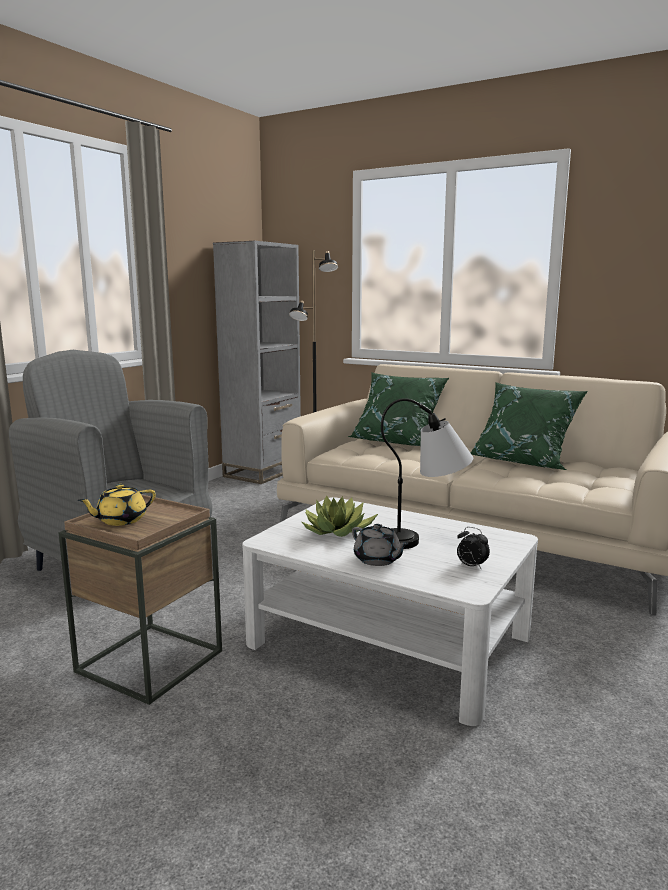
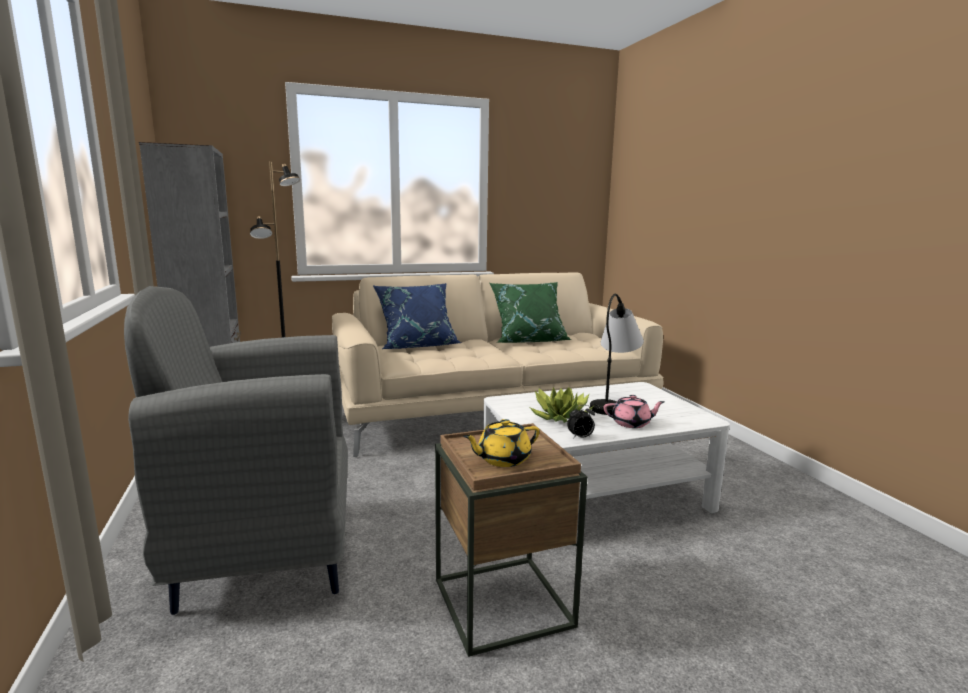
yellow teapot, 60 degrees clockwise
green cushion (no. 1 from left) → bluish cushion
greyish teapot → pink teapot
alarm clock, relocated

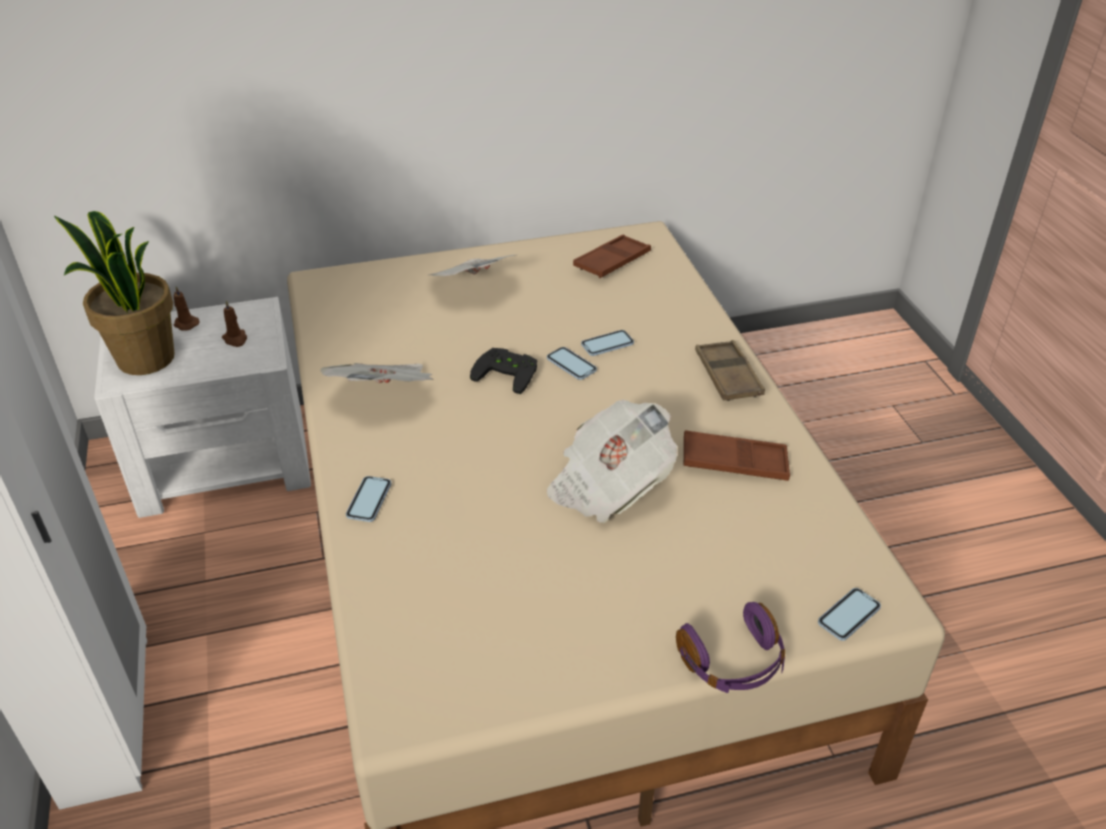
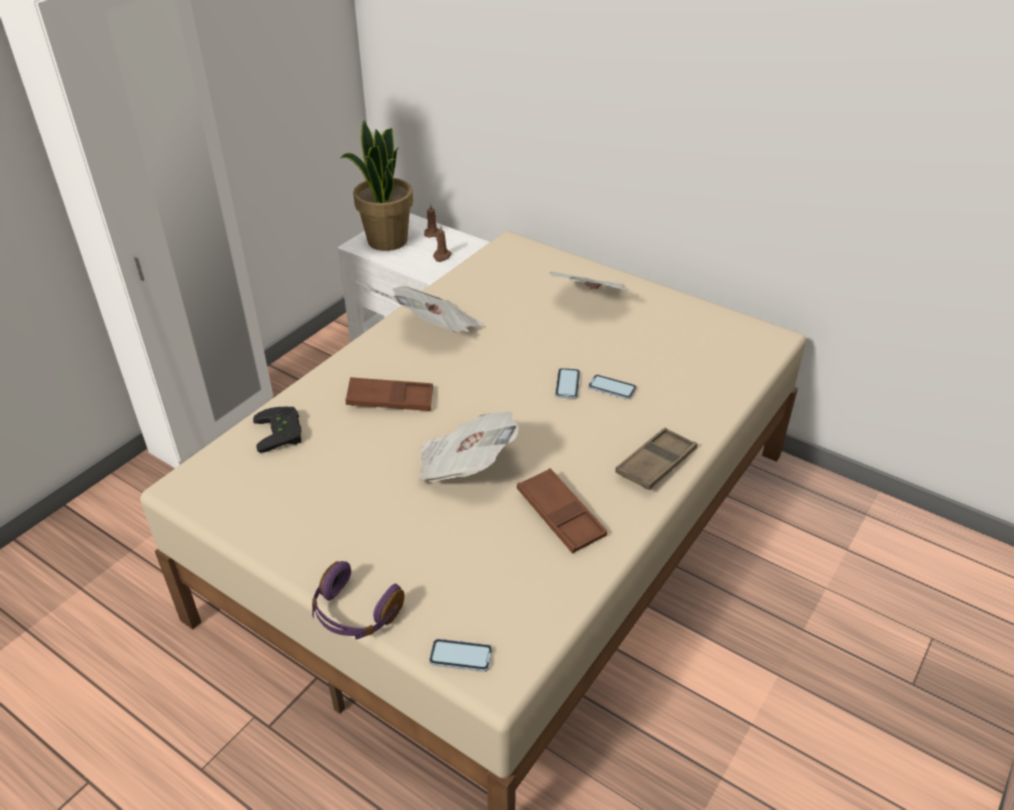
phone (no. 1 from left) → -
blackish game controller, relocated
brown carrying tray (no. 1 from left), relocated

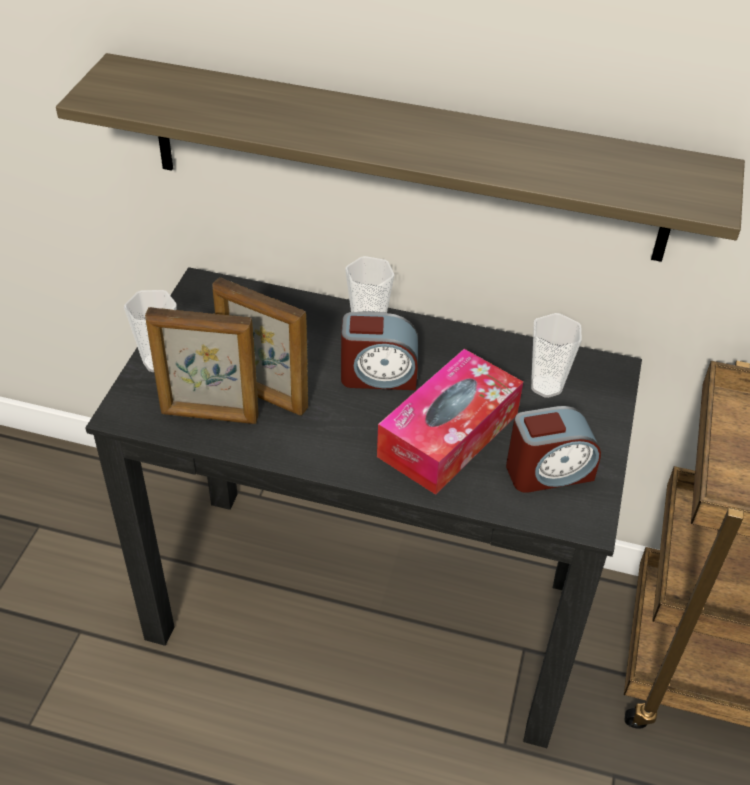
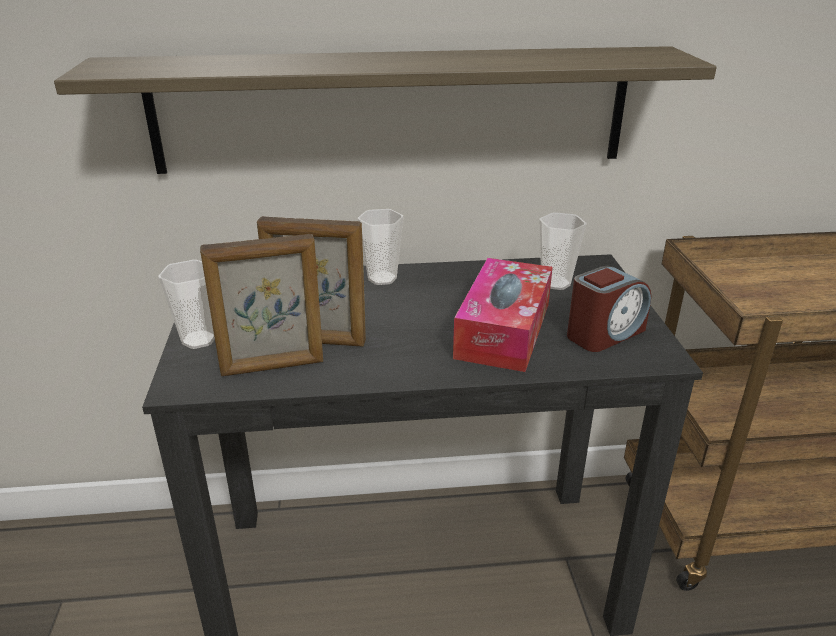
alarm clock (no. 1 from left) → -

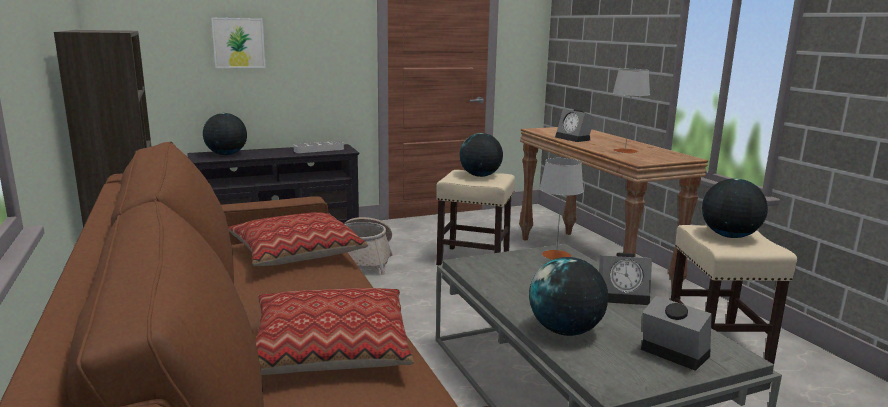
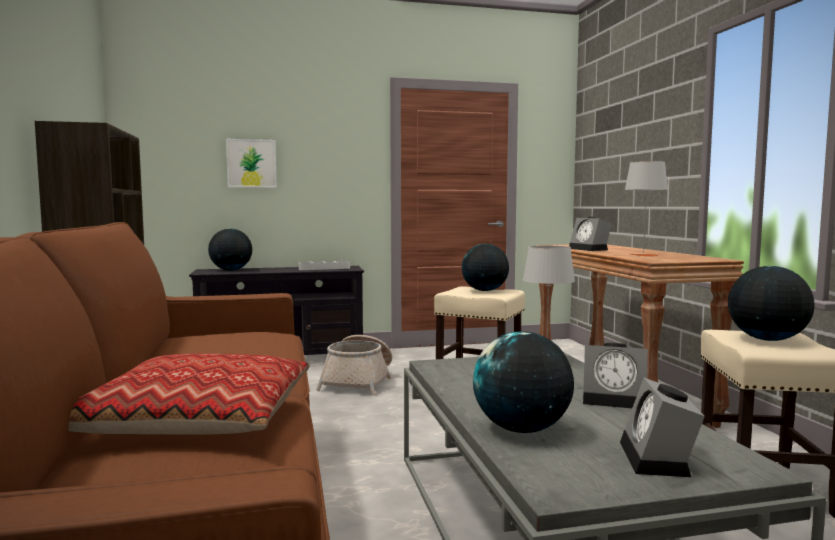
cushion (no. 1 from left) → -
alarm clock (no. 3 from left), 135 degrees counterclockwise

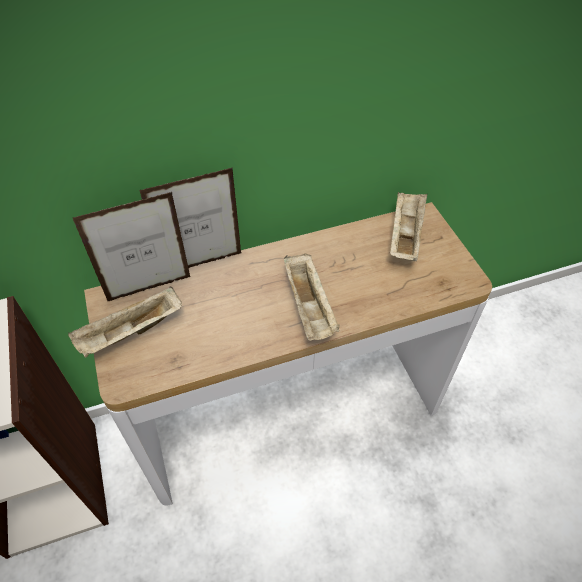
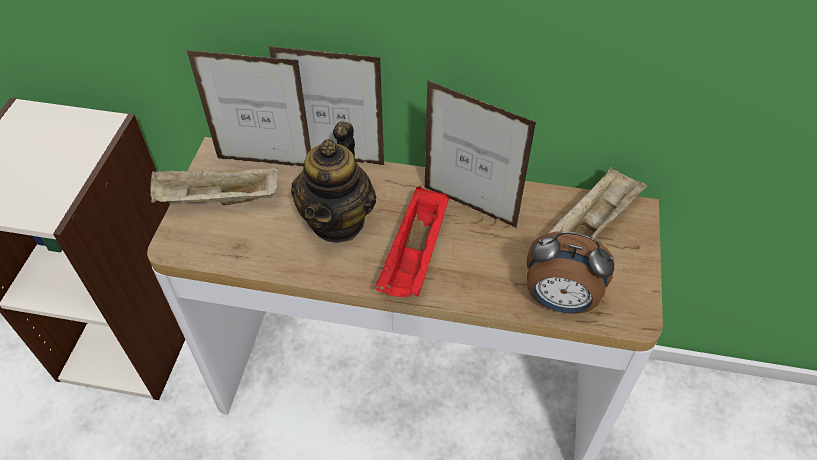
beige-coloured carrying tray (no. 2 from left) → reddish carrying tray
- → teapot
- → photo frame (no. 3 from left)
- → alarm clock

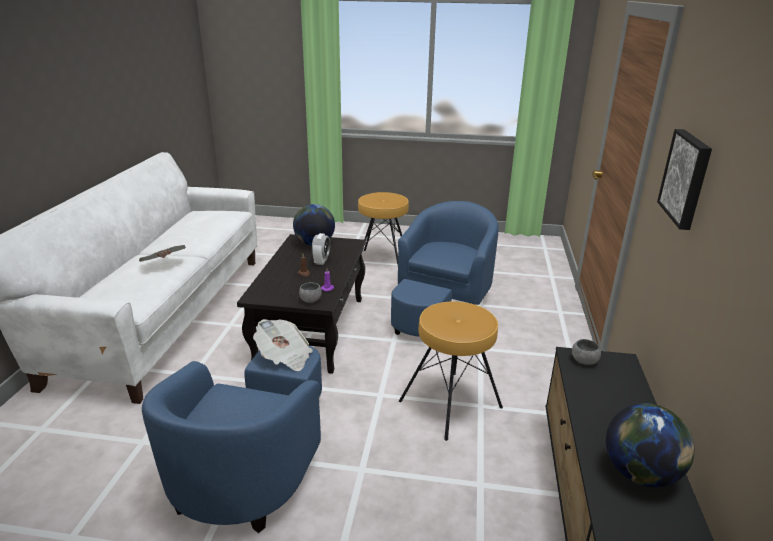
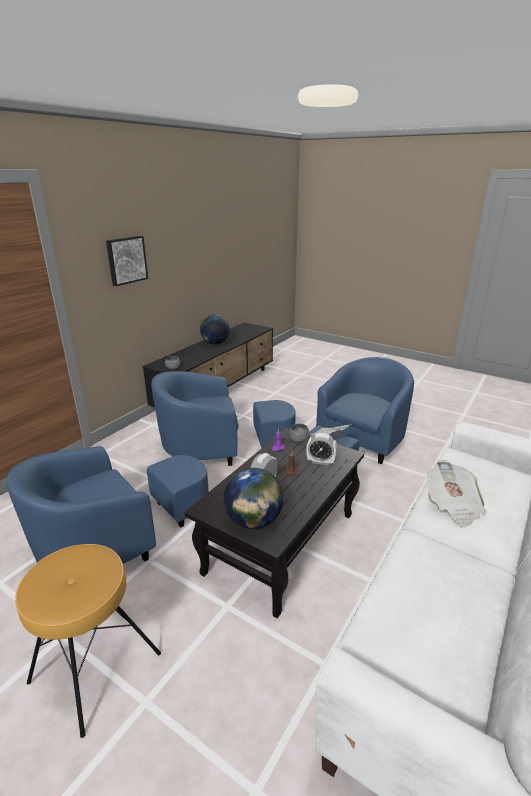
brown sitting stool (no. 2 from left) → bluish lounge chair (no. 2 from left)
- → alarm clock (no. 2 from left)

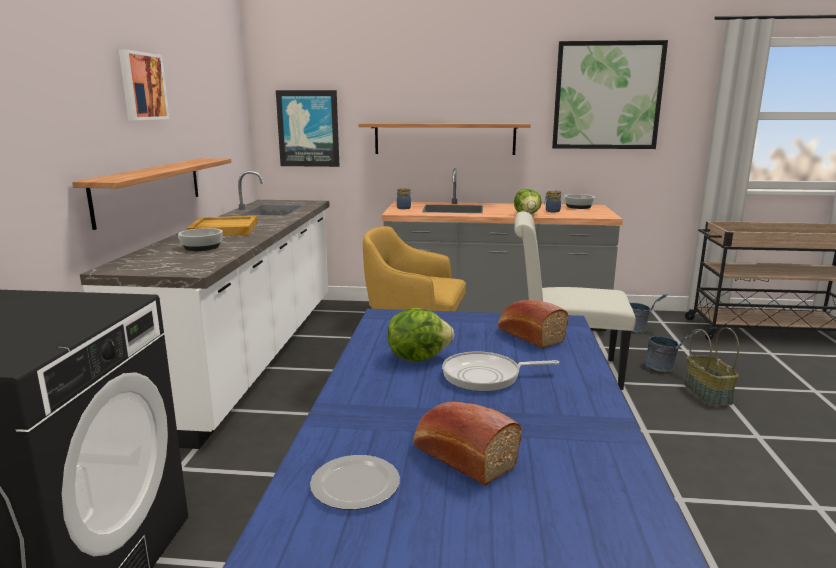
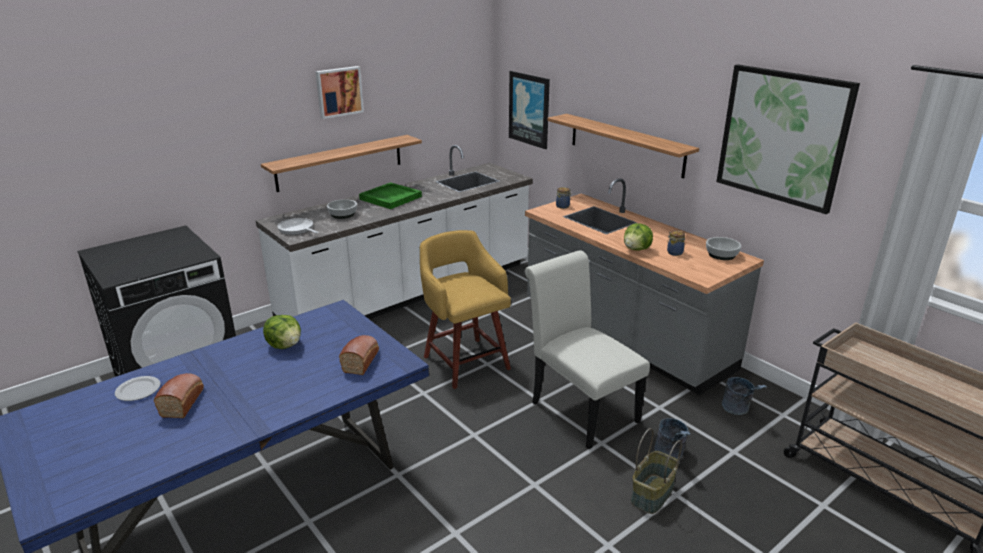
beige-coloured carrying tray → green carrying tray
skillet, relocated

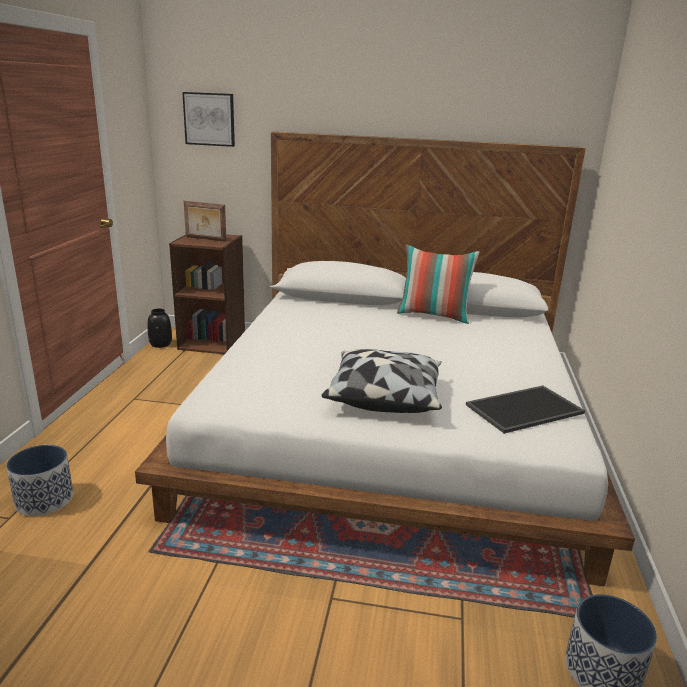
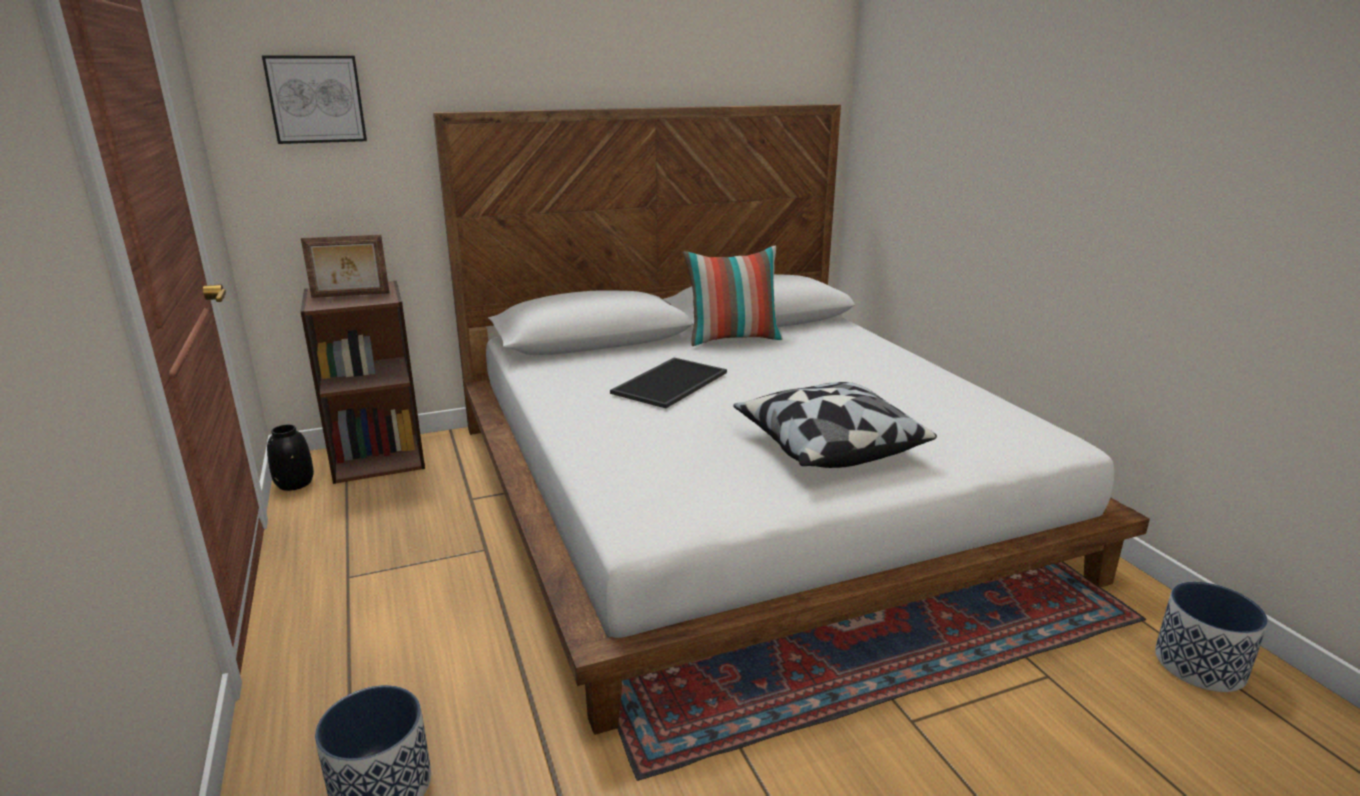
carrying tray, relocated

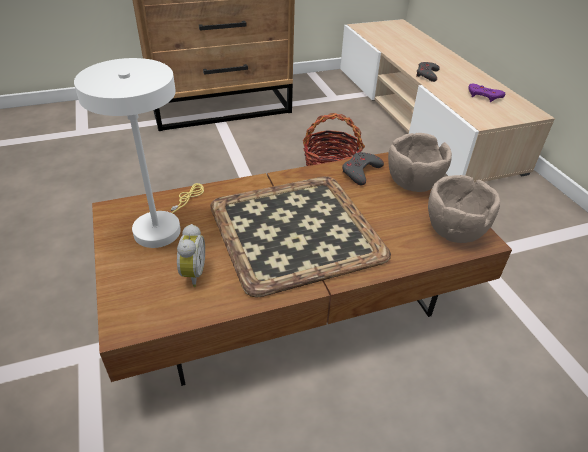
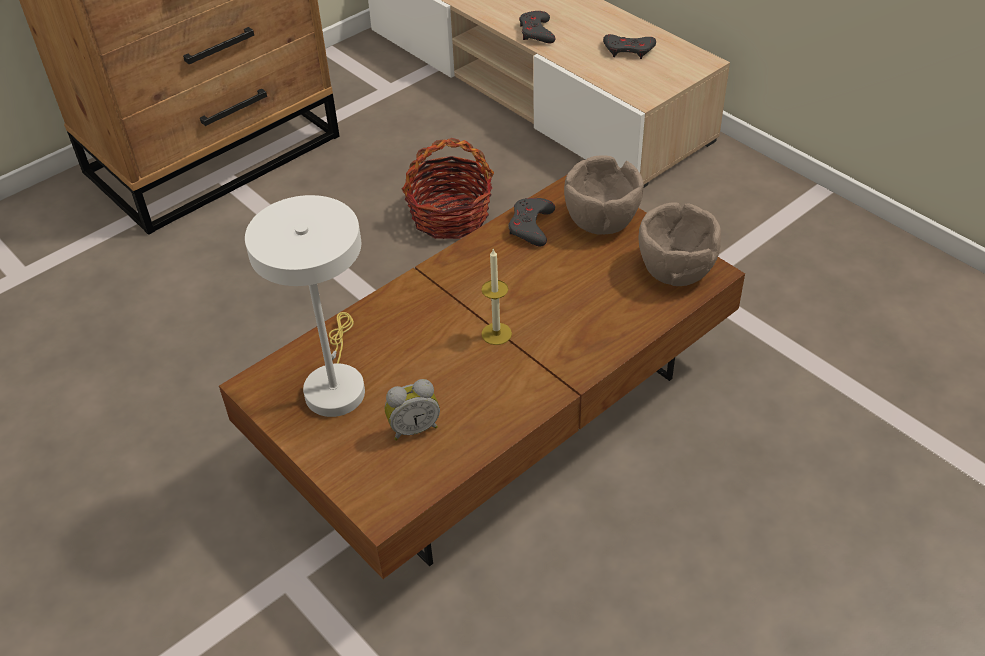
alarm clock, 90 degrees clockwise
carrying tray → wax candle
purplish game controller → greyish game controller (no. 3 from left)

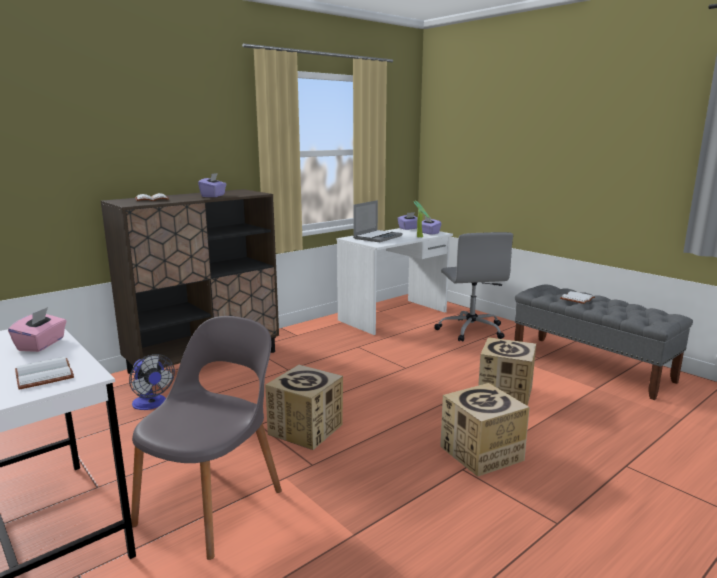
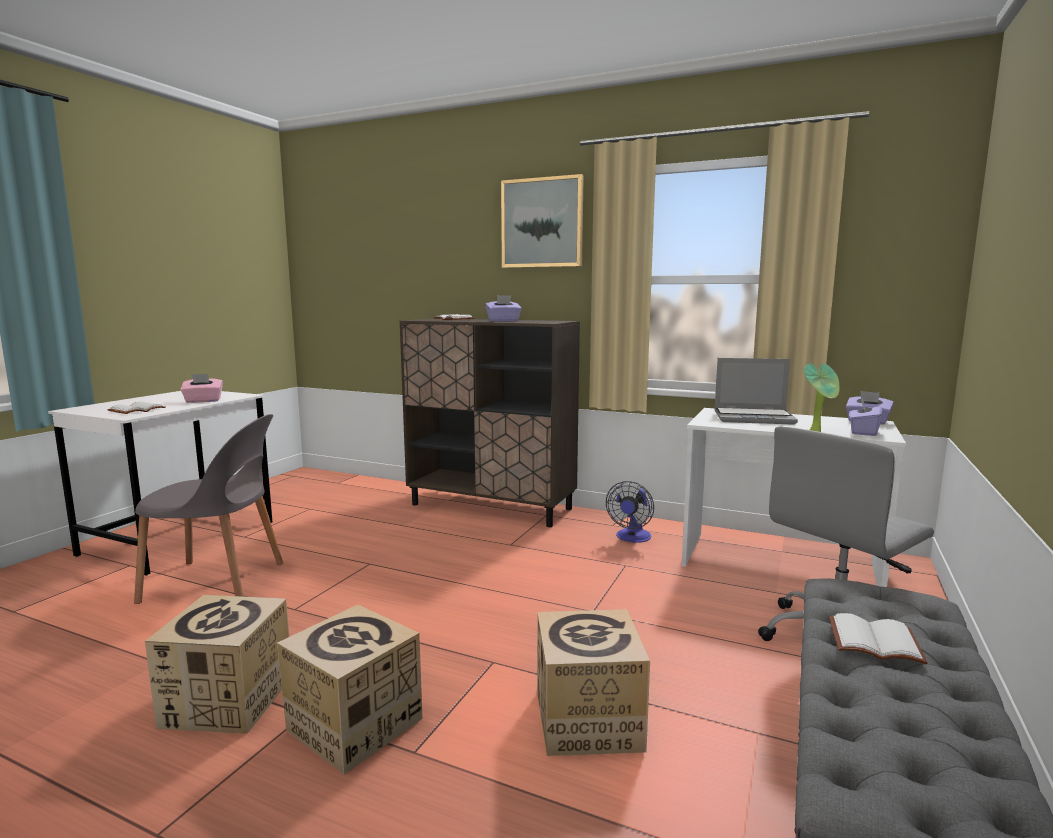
fan, relocated
carton (no. 1 from left), relocated
- → picture

